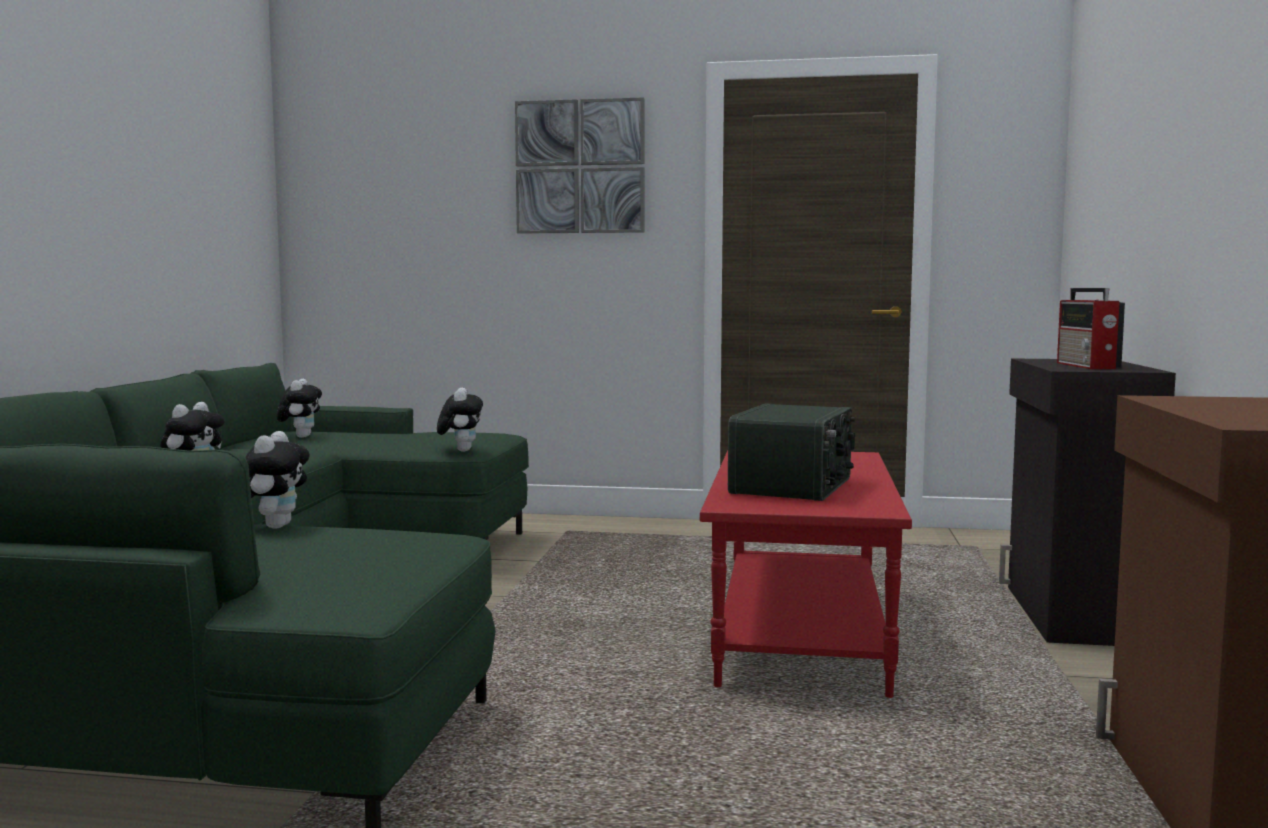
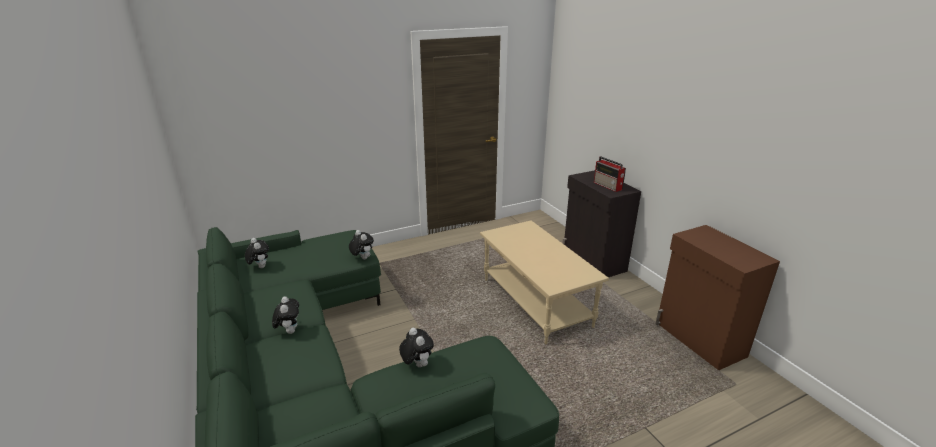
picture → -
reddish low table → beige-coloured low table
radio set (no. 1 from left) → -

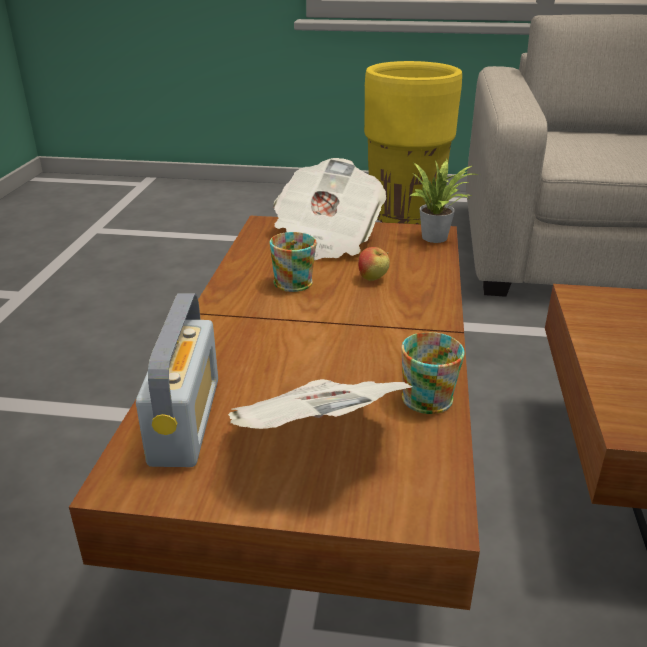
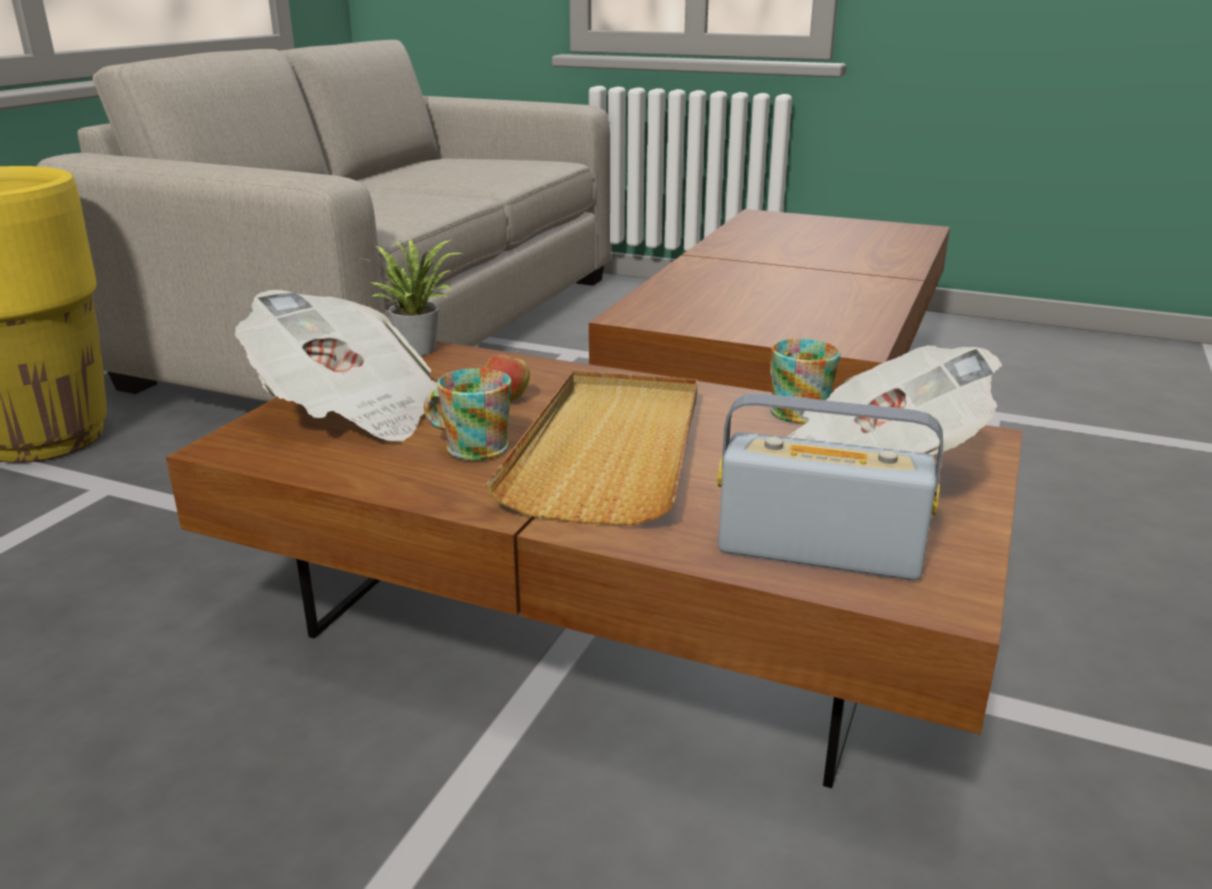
- → beige-coloured carrying tray

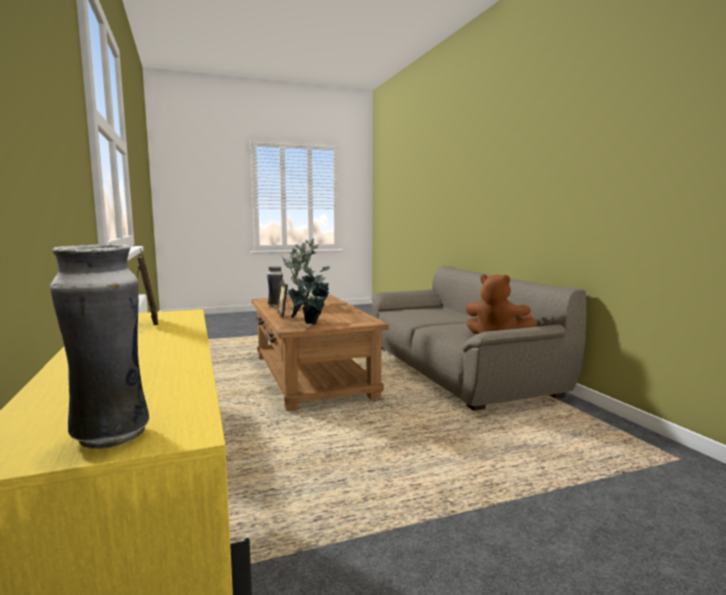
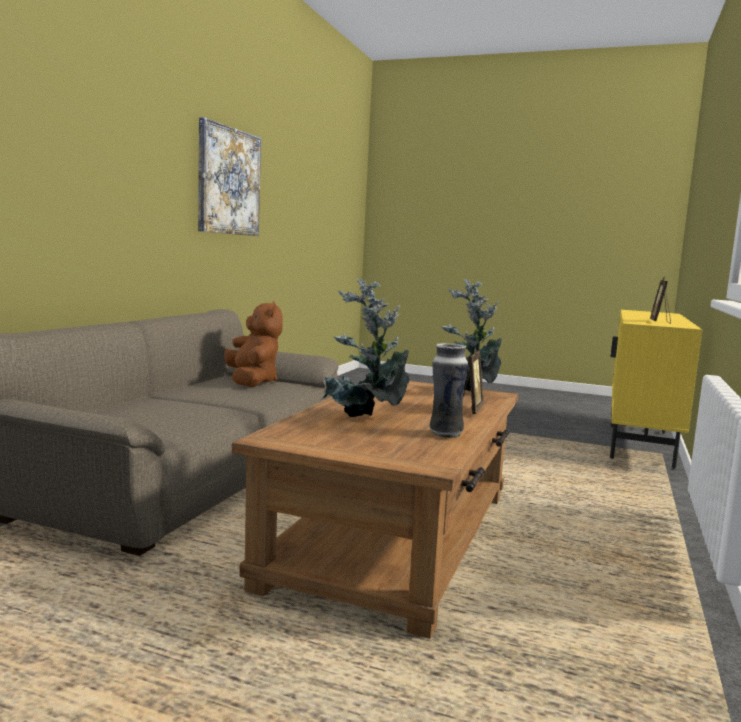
flower vase (no. 1 from left) → -
- → picture

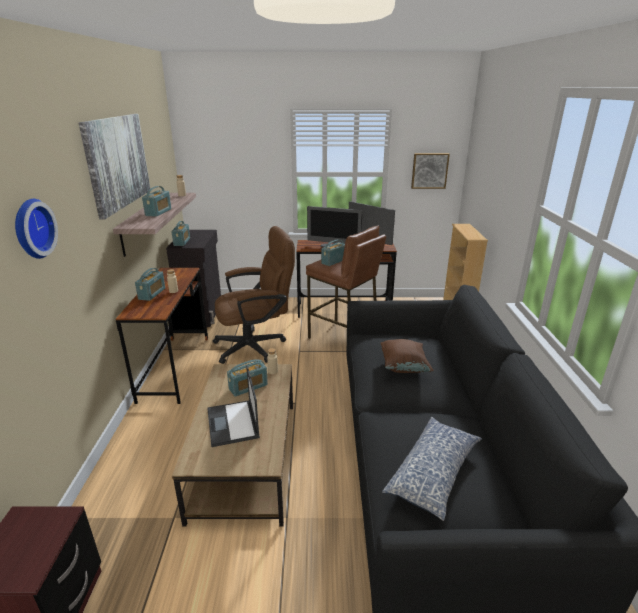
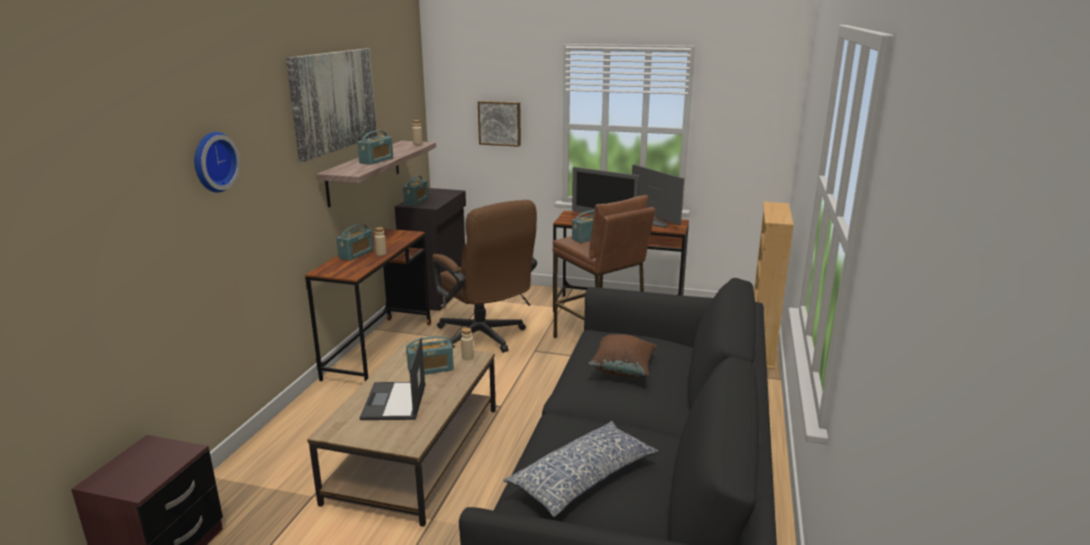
brown office chair, 60 degrees clockwise
picture (no. 2 from left), relocated

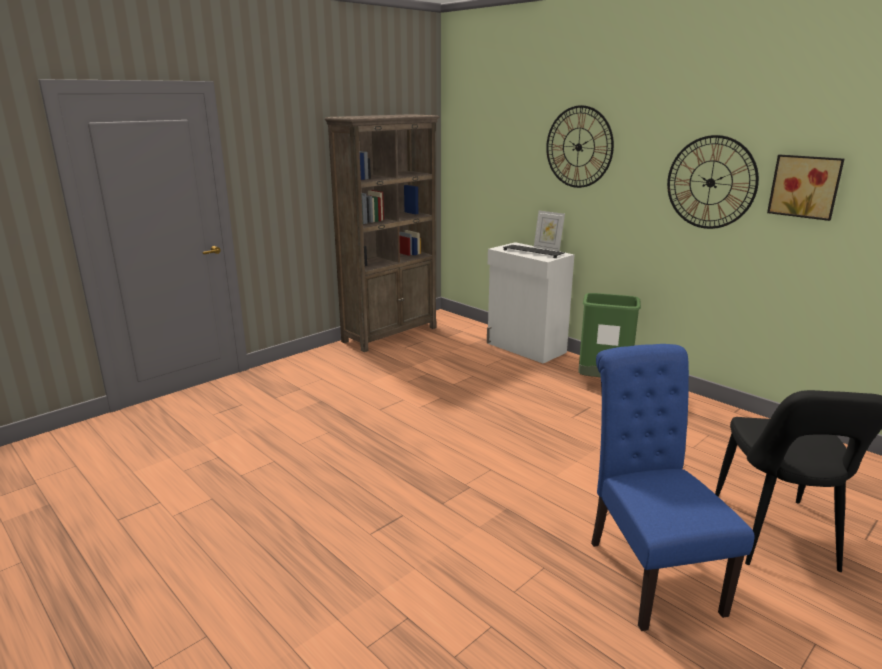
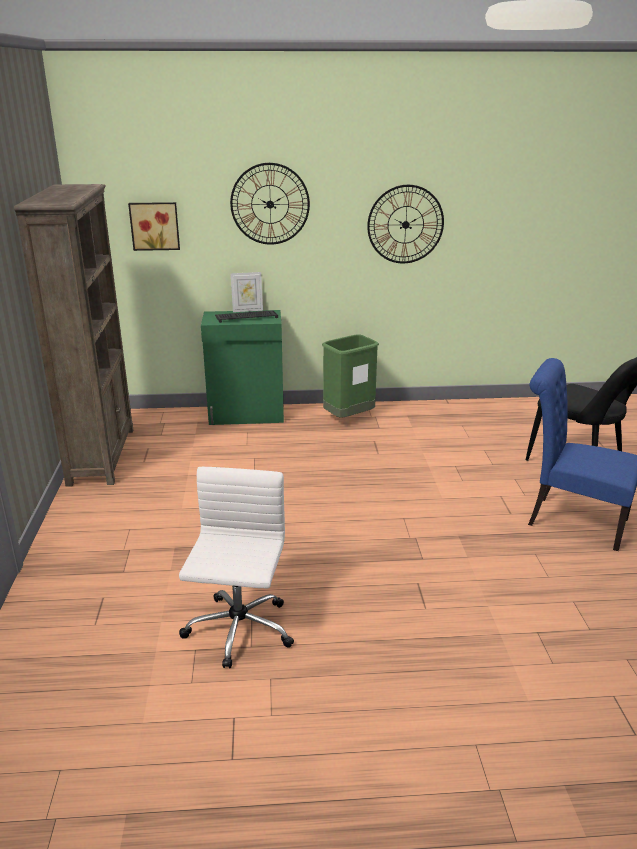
whitish cupboard → green cupboard
picture, relocated
- → whitish office chair

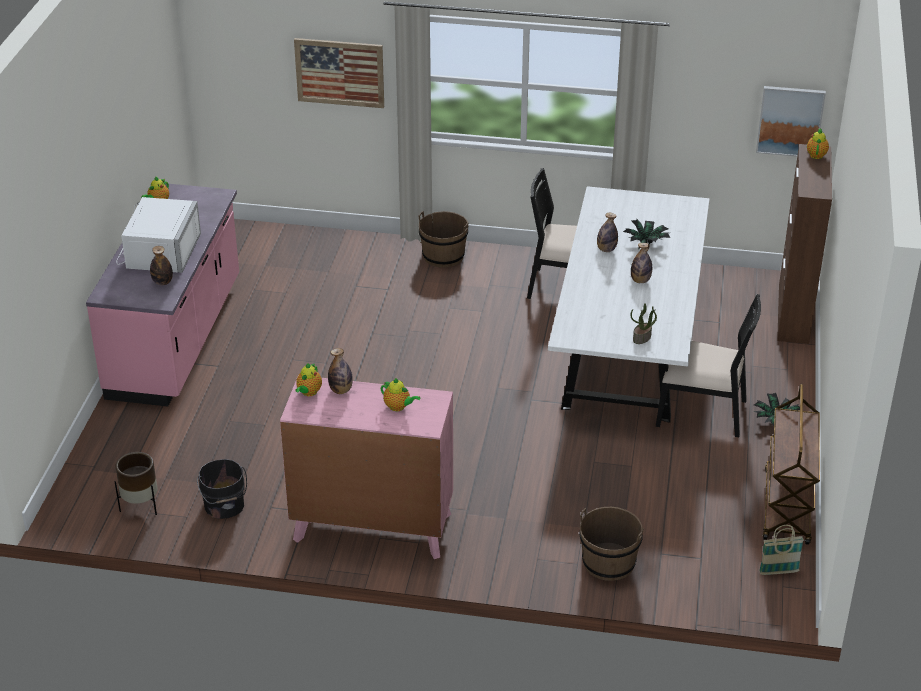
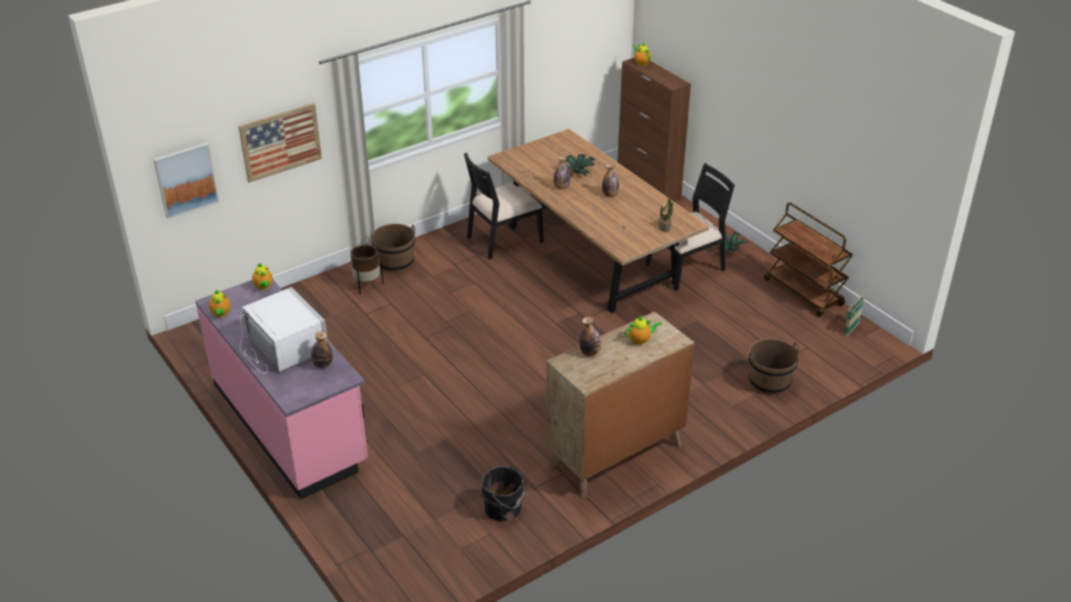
brown plant pot, relocated
pink dresser → brown dresser
teapot (no. 2 from left), relocated
whitish kitchen table → brown kitchen table
picture (no. 2 from left in the first image) → picture (no. 1 from left), relocated

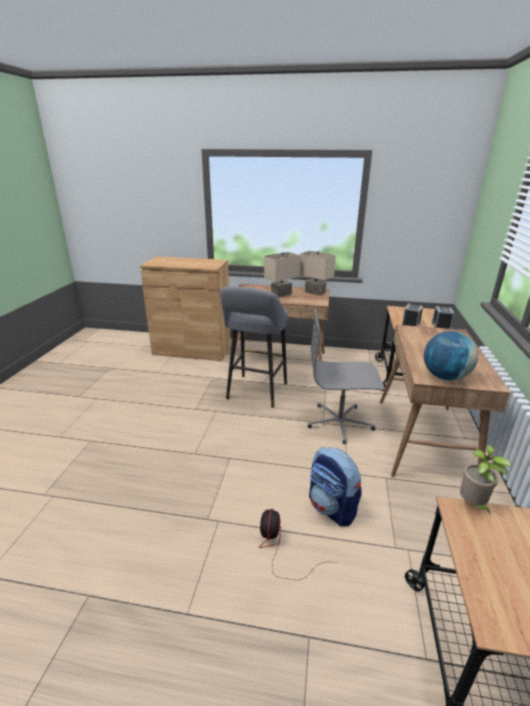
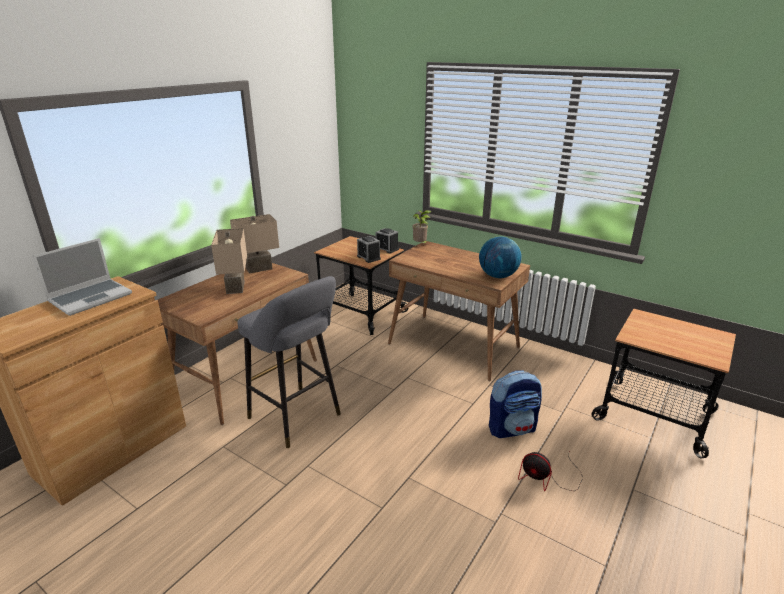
greyish office chair → -
houseplant, relocated
- → notebook computer

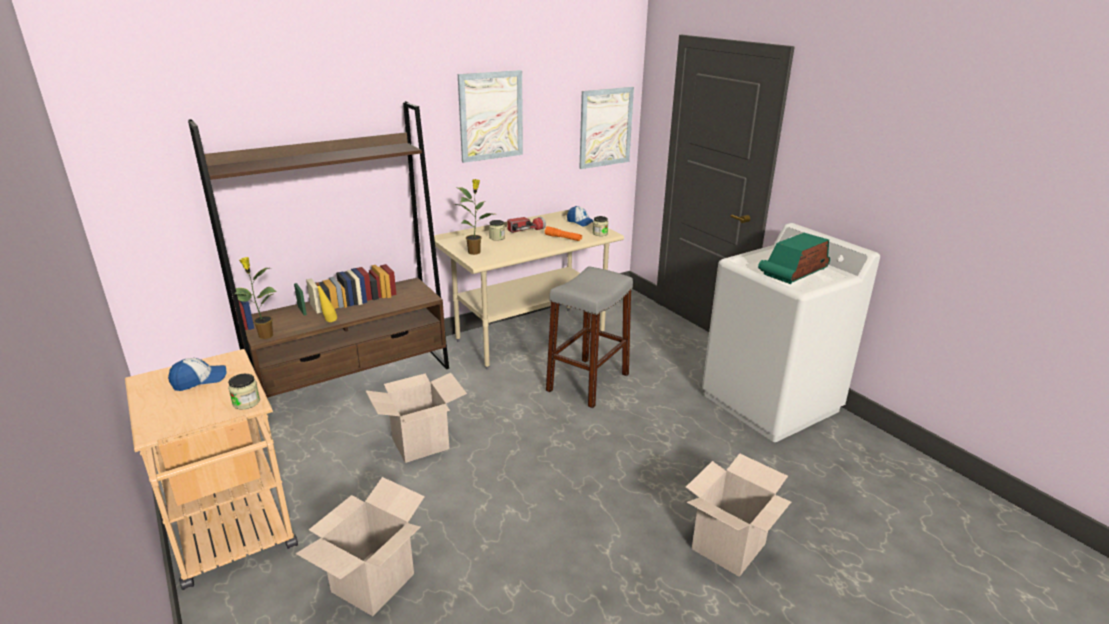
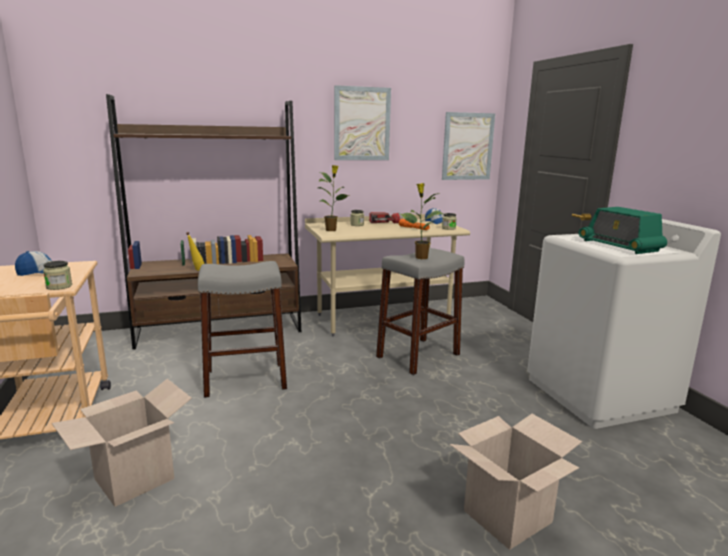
houseplant (no. 1 from left in the first image) → houseplant (no. 2 from left), relocated
carton (no. 2 from left) → greyish sitting stool (no. 1 from left)
radio set, 90 degrees counterclockwise

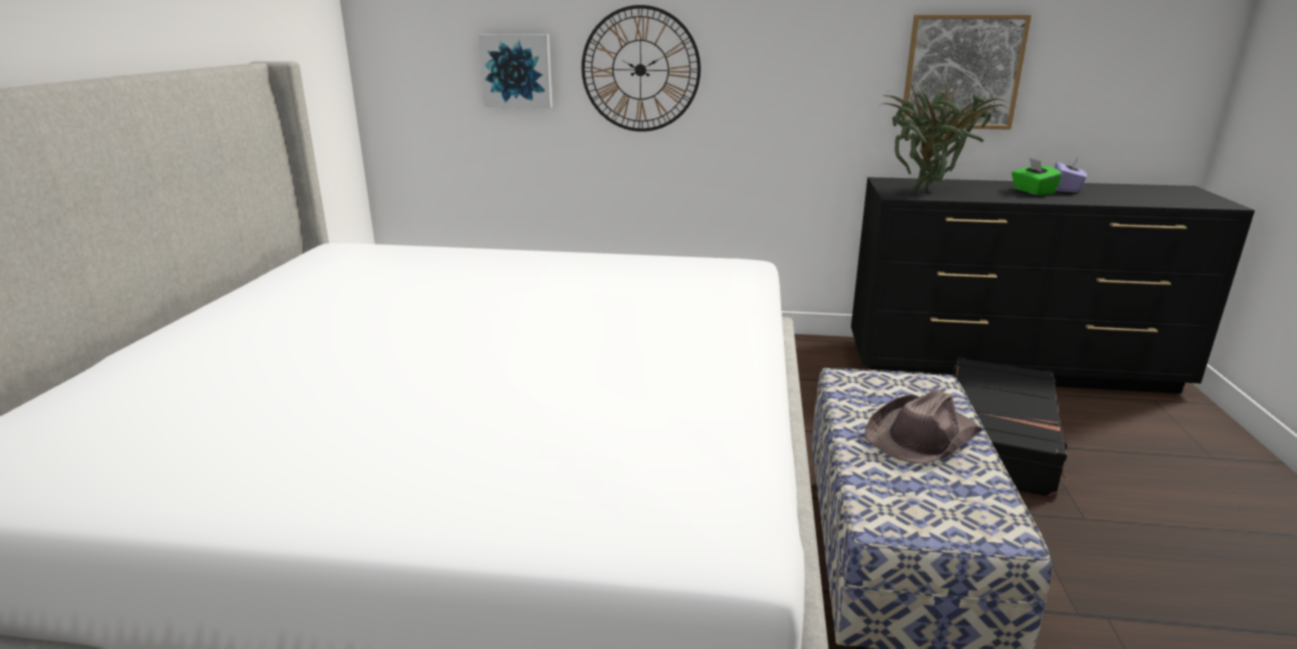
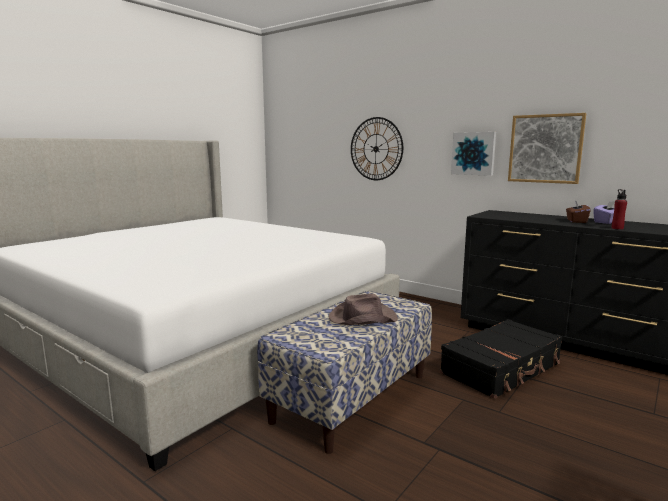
picture (no. 1 from left), relocated
houseplant → -
green box of tissues → brown box of tissues
- → reddish bottle

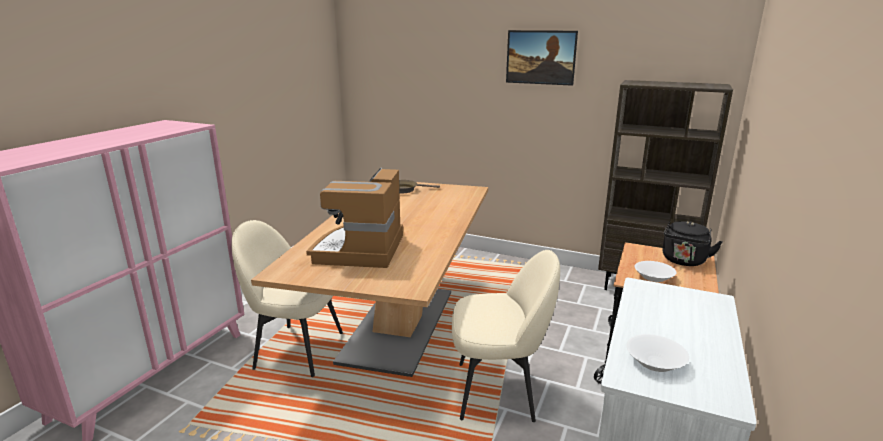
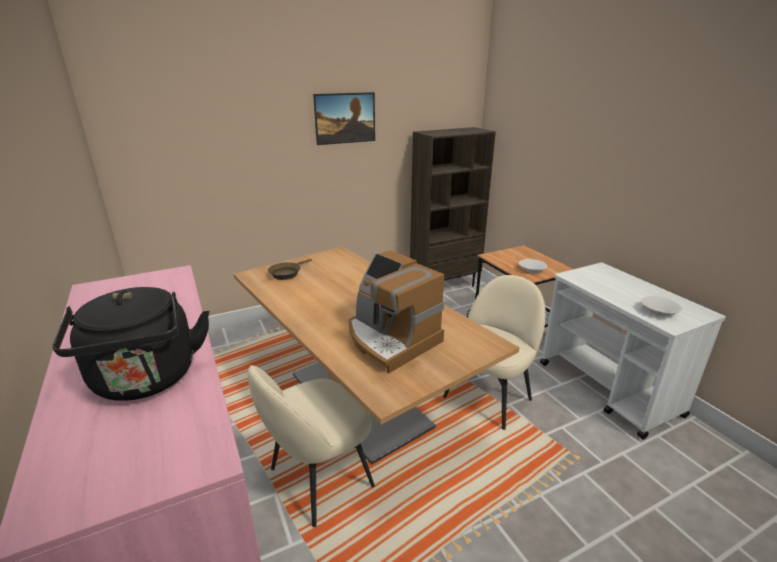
blackish kettle, relocated

